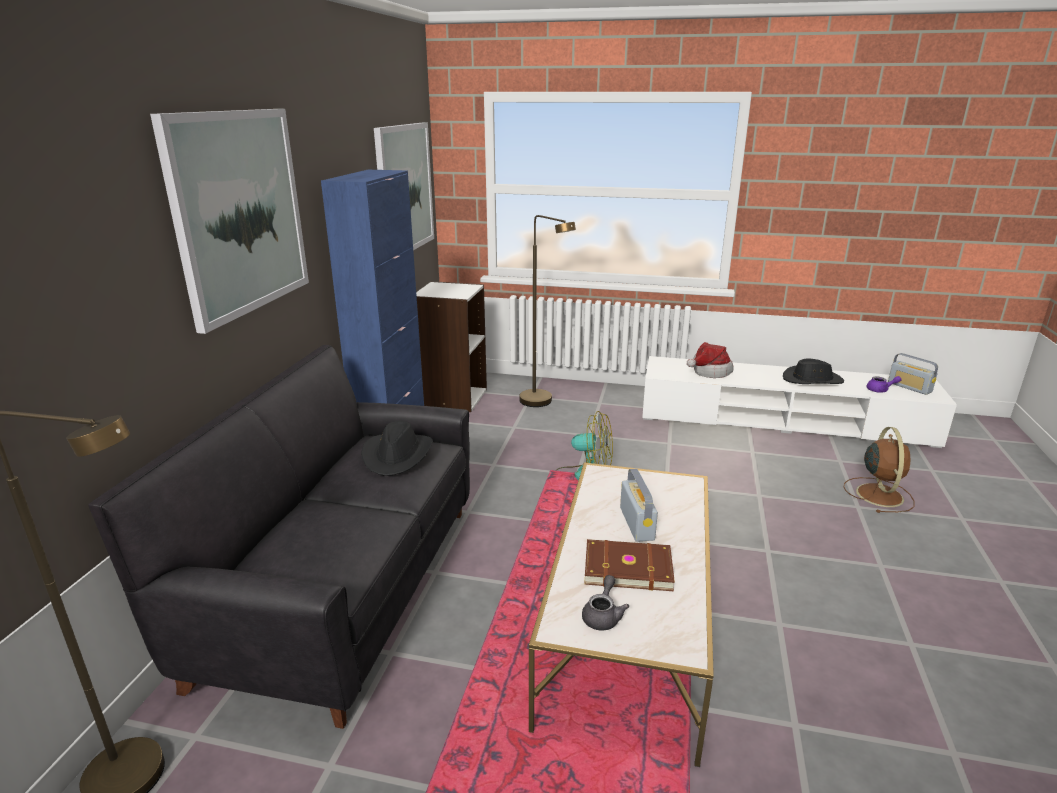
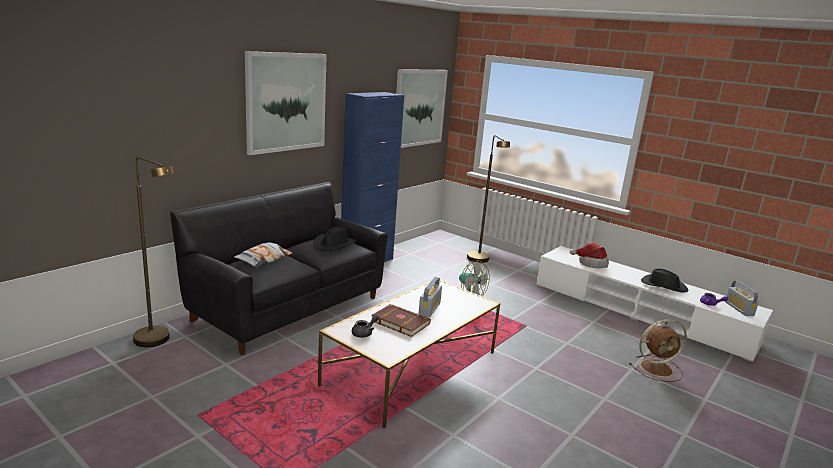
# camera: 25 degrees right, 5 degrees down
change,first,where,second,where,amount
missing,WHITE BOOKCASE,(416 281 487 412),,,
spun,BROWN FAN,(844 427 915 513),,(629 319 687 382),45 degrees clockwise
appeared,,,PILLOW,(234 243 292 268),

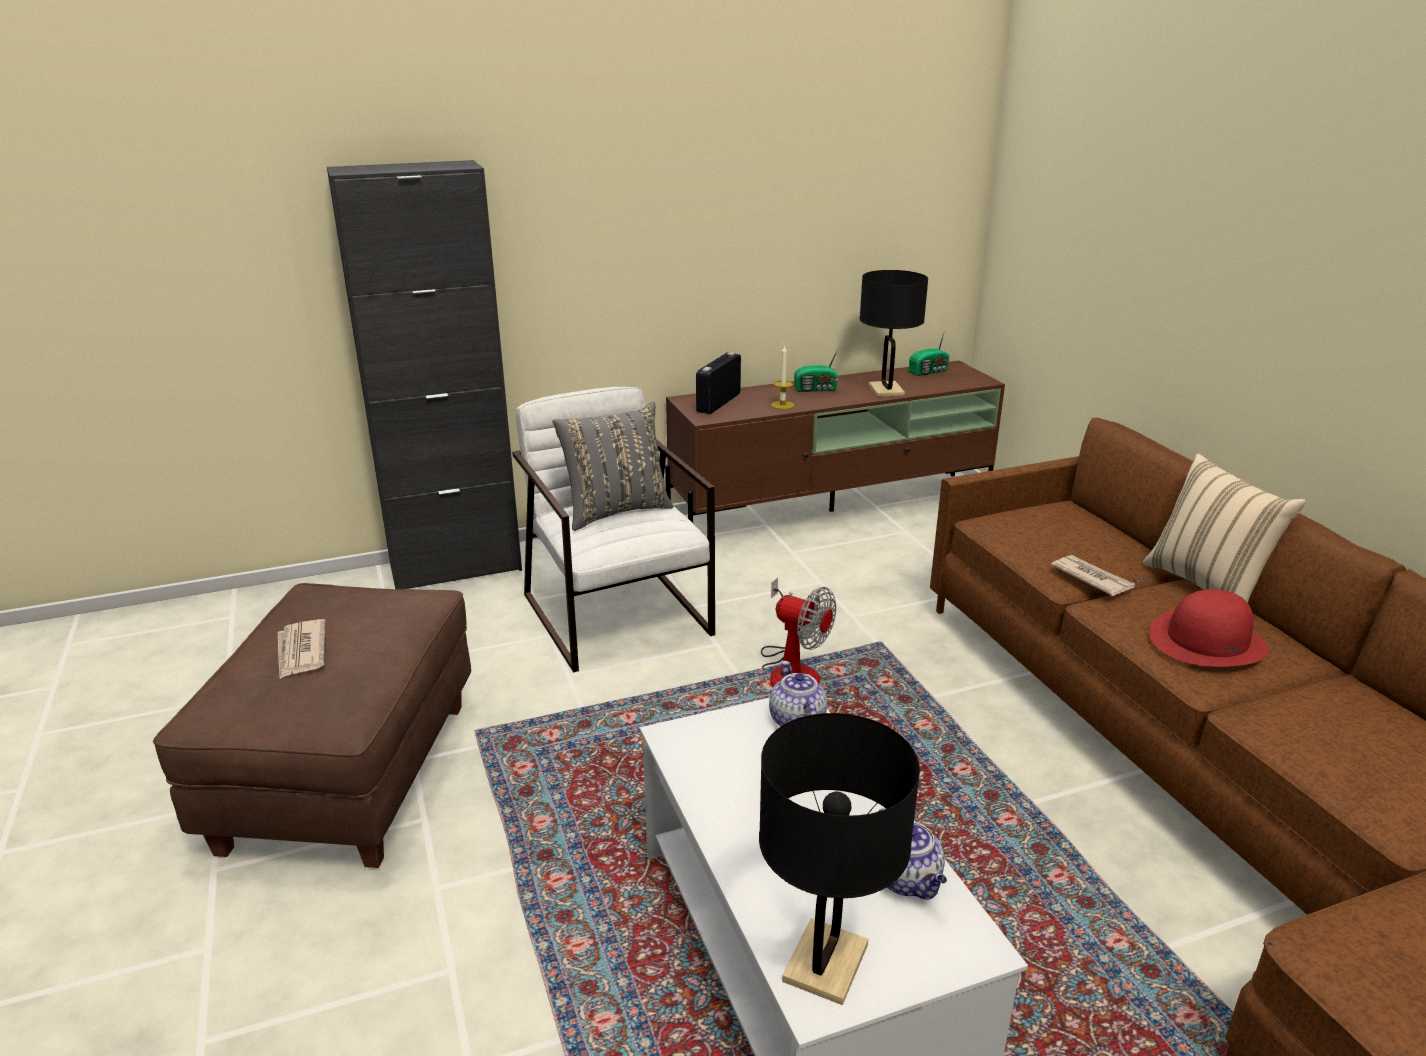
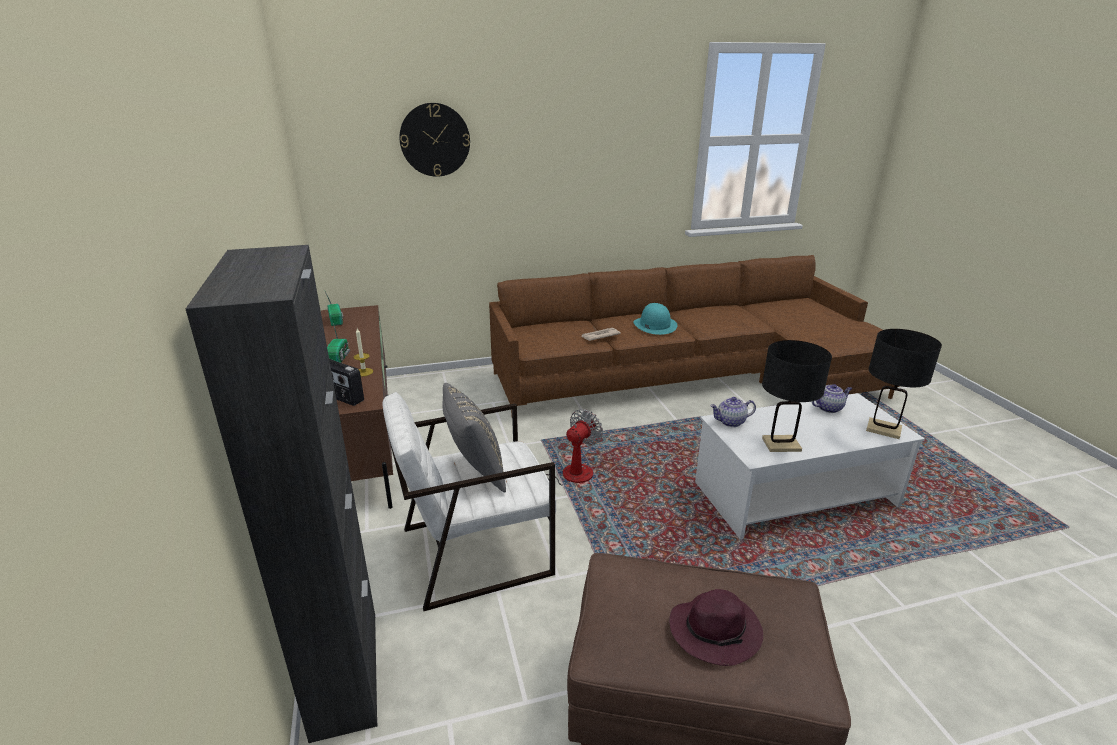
# camera: 85 degrees left, 0 degrees up
change,first,where,second,where,amount
relocated,BLACK TABLE LAMP,(859 270 928 397),,(762 340 832 452),
missing,BEIGE PILLOW,(1143 454 1306 602),,,
colour,RED HAT,(1149 589 1268 667),TURQUOISE HAT,(633 303 678 335),
exchanged,NEWSPAPER,(278 619 326 679),PURPLE HAT,(669 589 763 666),
appeared,,,WALL CLOCK,(400 103 470 177),

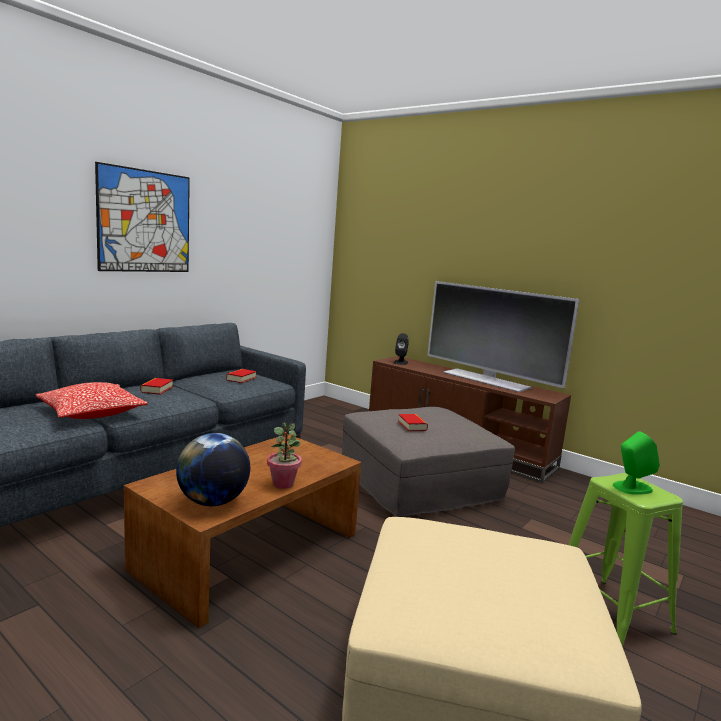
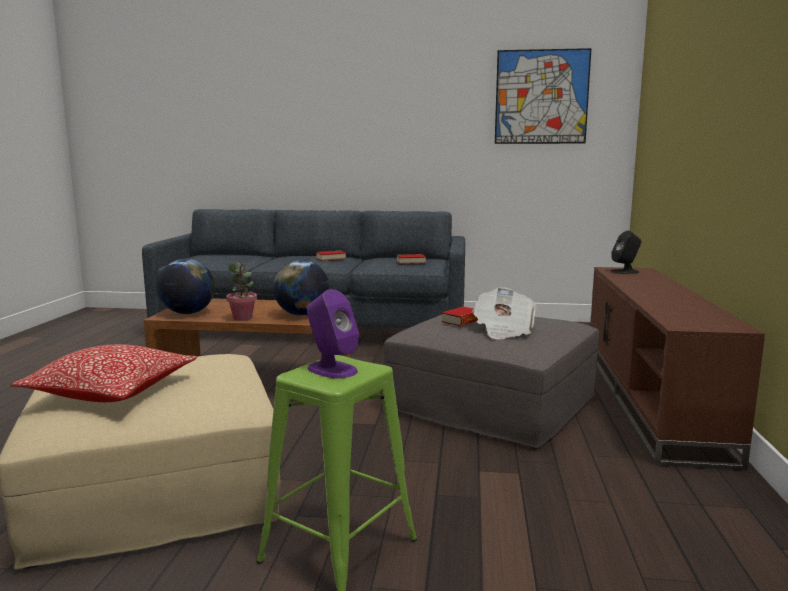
# camera: 60 degrees right, 0 degrees up
change,first,where,second,where,amount
relocated,PICTURE,(95 162 190 272),,(495 48 592 144),
missing,TELEVISION,(427 281 579 392),,,
relocated,PILLOW,(35 382 148 419),,(10 344 197 402),
colour,GREEN SPEAKER,(613 431 660 495),PURPLE SPEAKER,(307 289 359 378),
appeared,,,GLOBE,(273 260 330 316),
appeared,,,NEWSPAPER,(472 287 536 339),

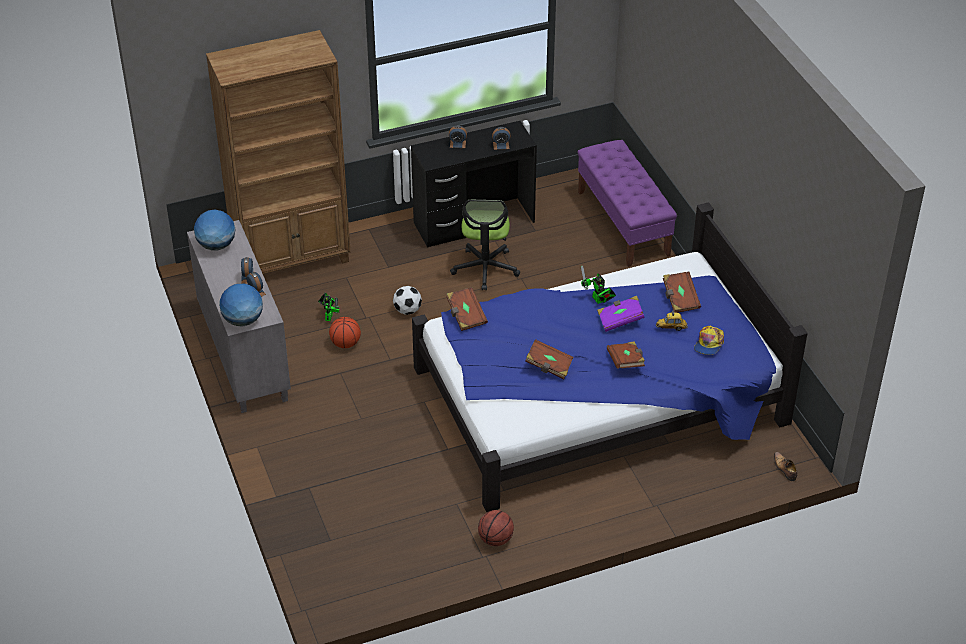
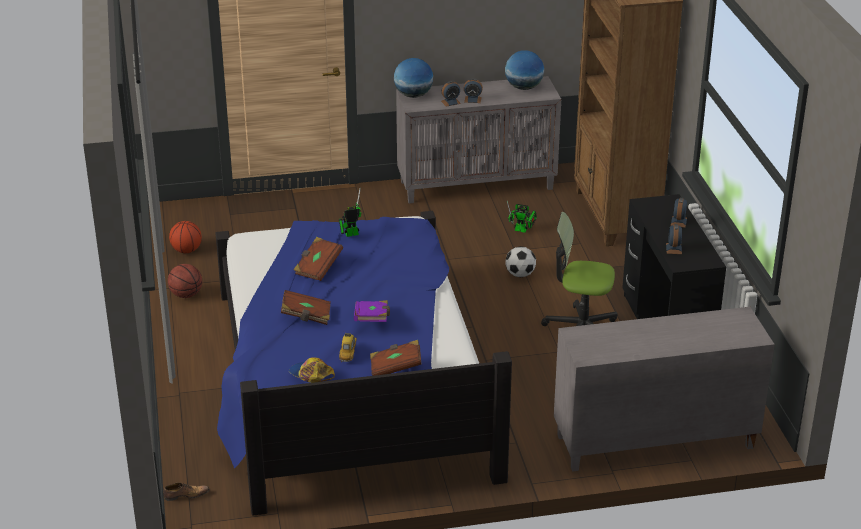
# camera: 100 degrees right, 10 degrees down
change,first,where,second,where,amount
exchanged,PURPLE BENCH,(577 140 677 267),GREY CABINET,(554 307 775 472),
relocated,TOY ROBOT,(581 266 616 304),,(339 188 361 237),
missing,BROWN BOOK,(447 287 488 331),,,
relocated,BASKETBALL,(329 317 361 348),,(169 221 202 253),

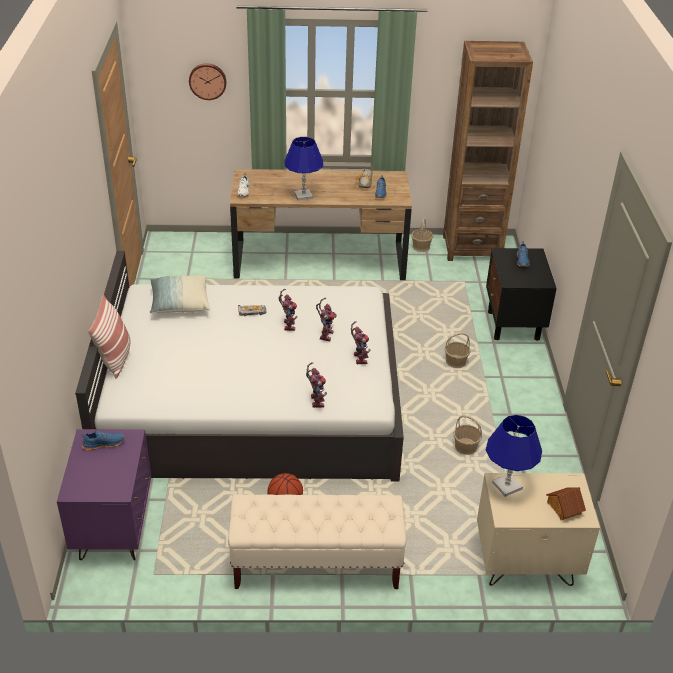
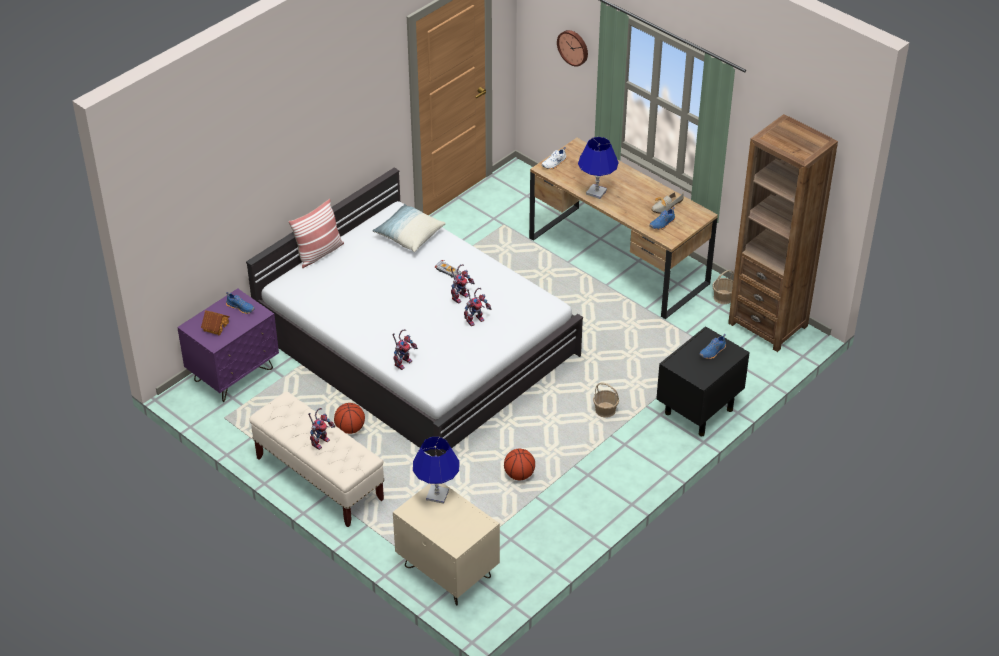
# camera: 45 degrees right, 5 degrees up
change,first,where,second,where,amount
relocated,TOY ROBOT,(351 321 371 364),,(308 408 335 450),
exchanged,BASKET,(453 415 482 455),BASKETBALL,(504 449 535 480),
relocated,TOY HOUSE,(546 487 586 520),,(201 310 230 335),

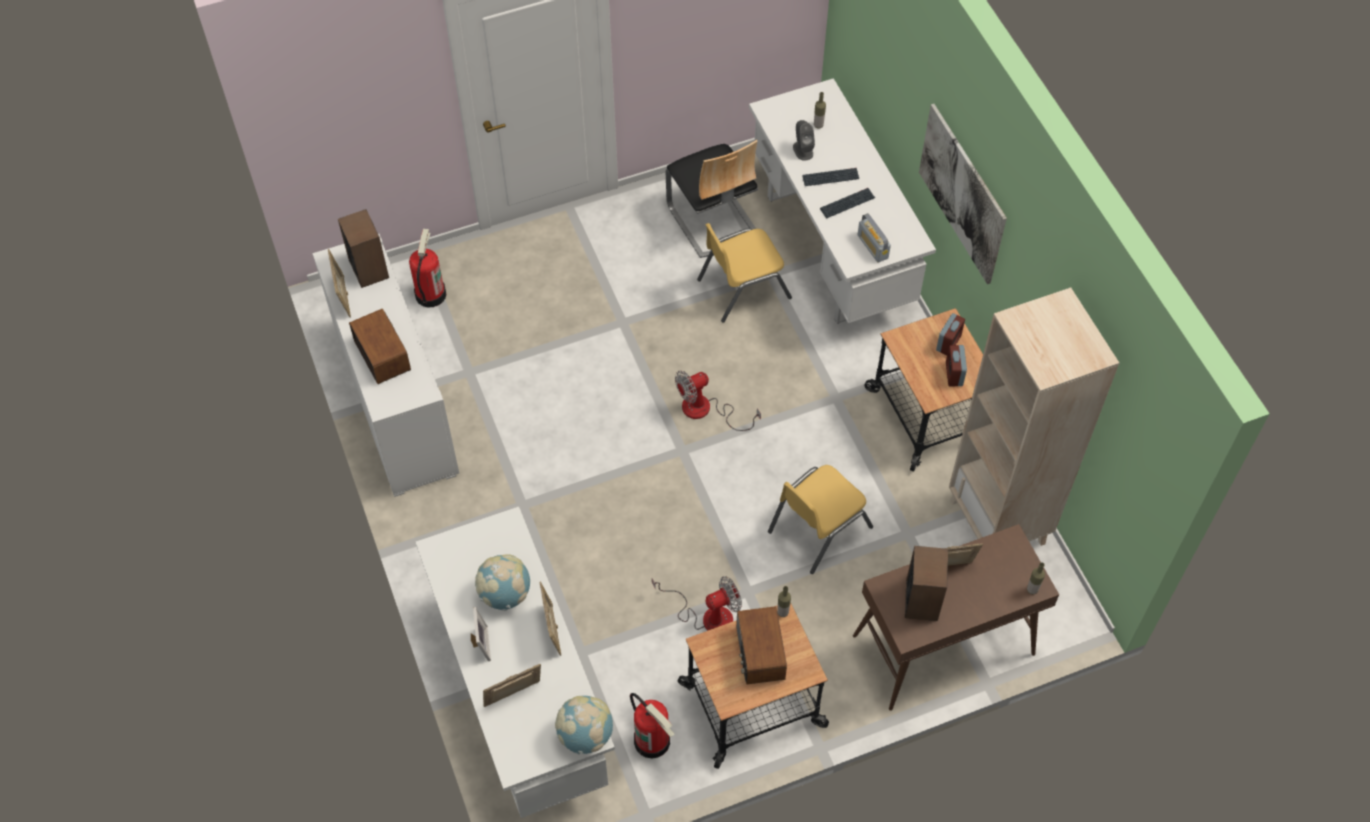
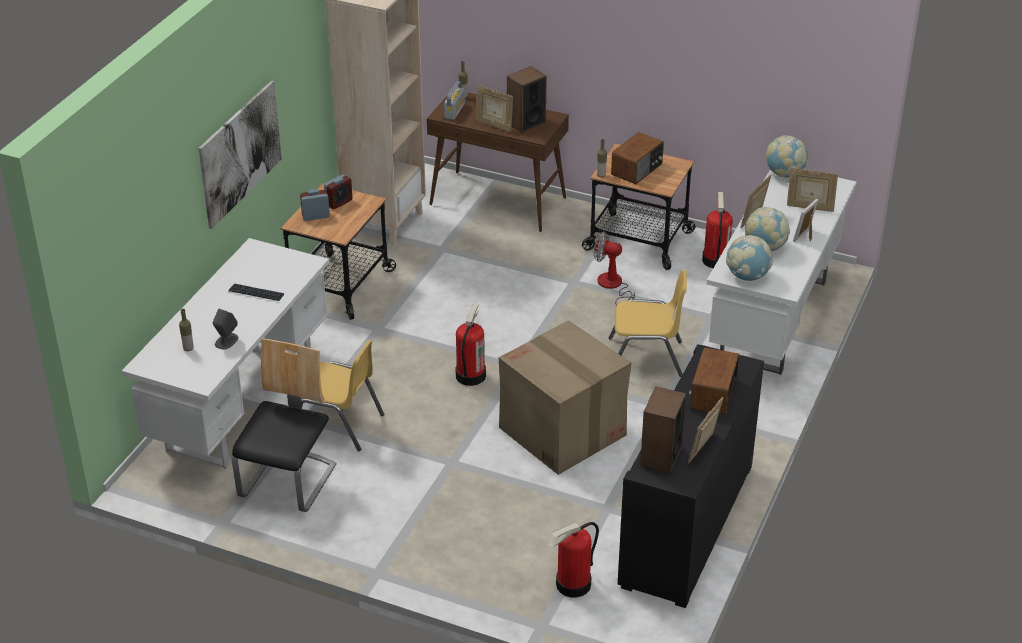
# camera: 135 degrees left, 20 degrees down
change,first,where,second,where,amount
missing,KEYBOARD,(802 168 859 186),,,
relocated,RADIO,(857 213 891 263),,(444 81 465 120),
colour,WHITE CABINET,(312 234 459 497),BLACK CABINET,(618 344 764 608),
exchanged,FAN,(675 371 761 431),FIRE EXTINGUISHER,(456 303 486 386),
relocated,YELLOW CHAIR,(768 465 873 574),,(608 269 687 377),
appeared,,,GLOBE,(726 235 773 281),
appeared,,,CARDBOARD BOX,(499 320 631 475),

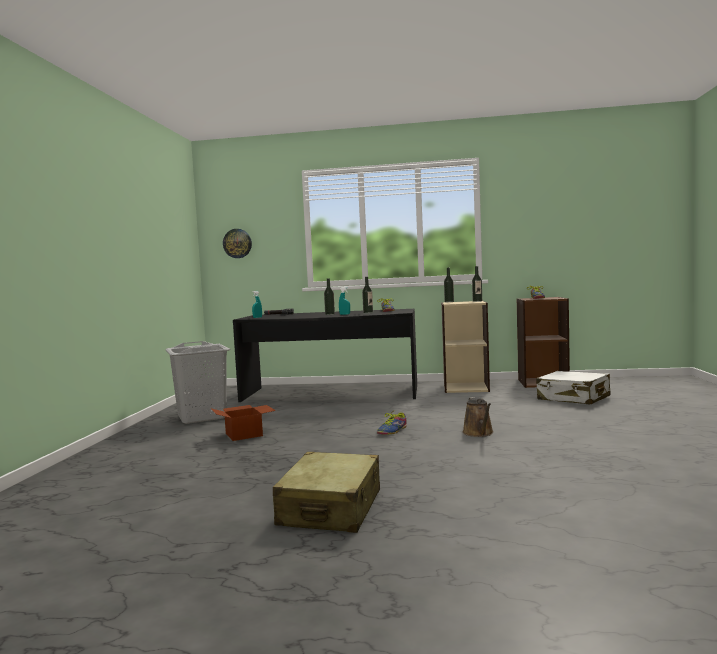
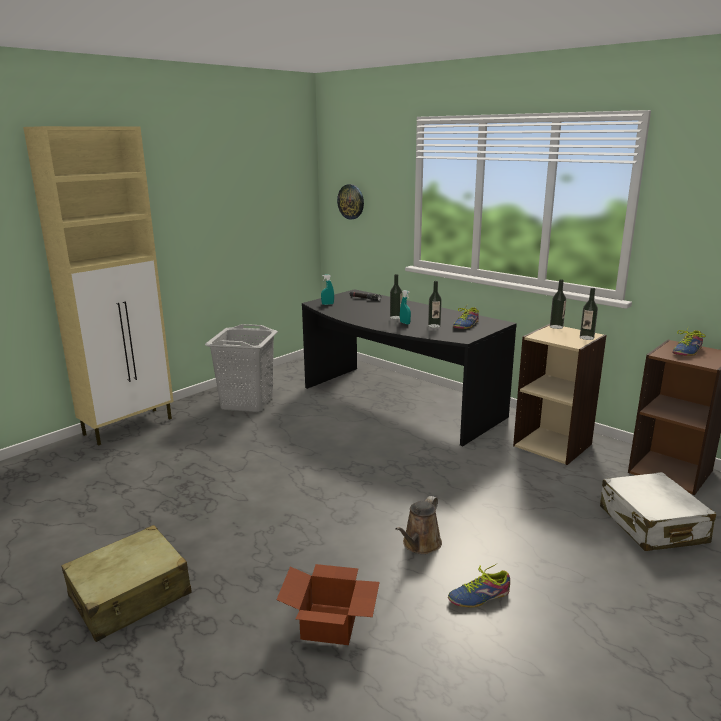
# camera: 35 degrees right, 15 degrees up
change,first,where,second,where,amount
relocated,CARDBOARD BOX,(210 405 276 441),,(276 564 380 645),
relocated,SHOE,(377 411 407 435),,(448 563 510 607),
appeared,,,BEIGE CABINET,(23 126 174 446),

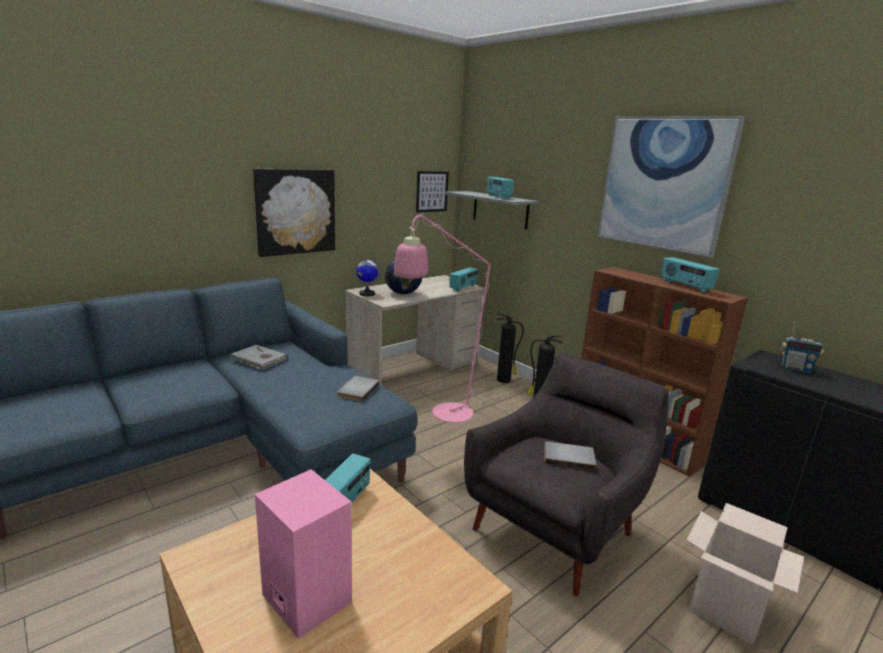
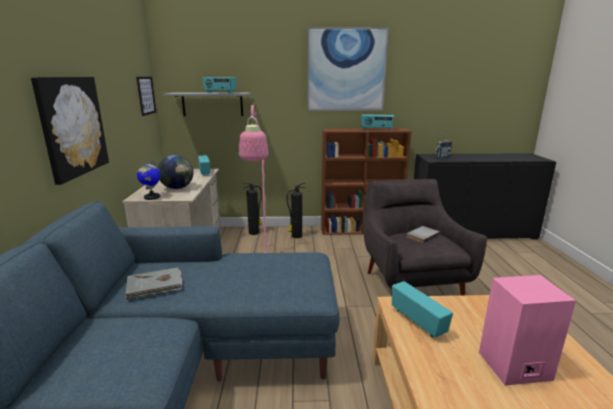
# camera: 50 degrees left, 0 degrees up
change,first,where,second,where,amount
missing,GREY BOOK,(337 376 380 402),,,
missing,CARDBOARD BOX,(687 503 804 644),,,

